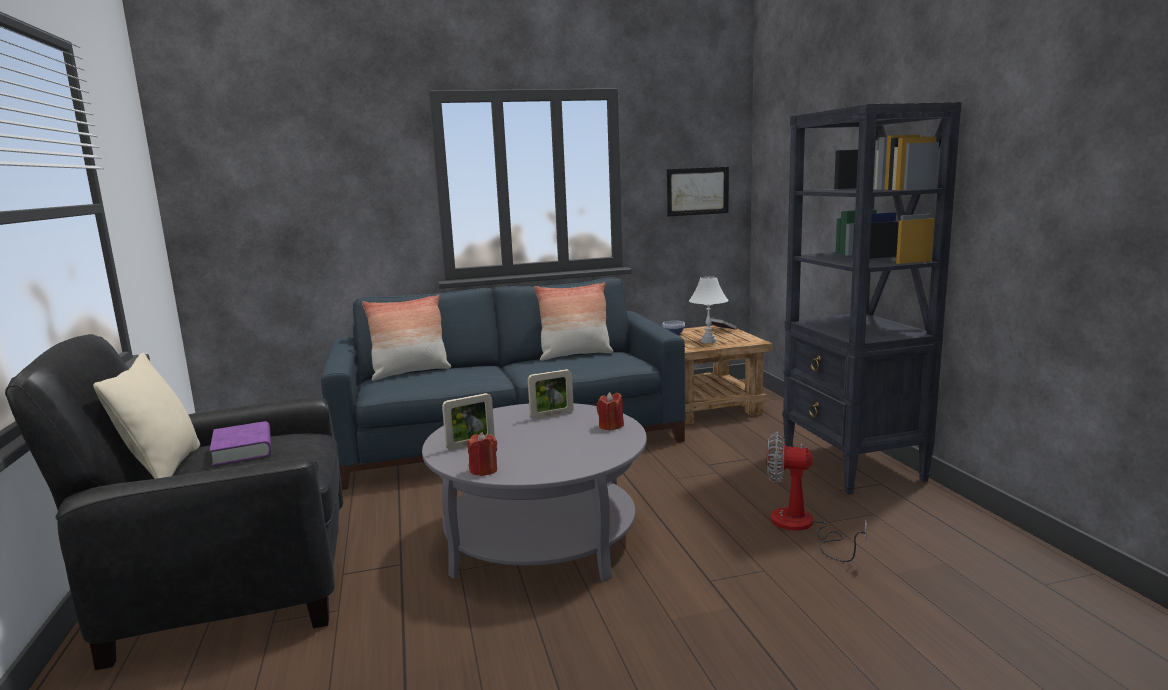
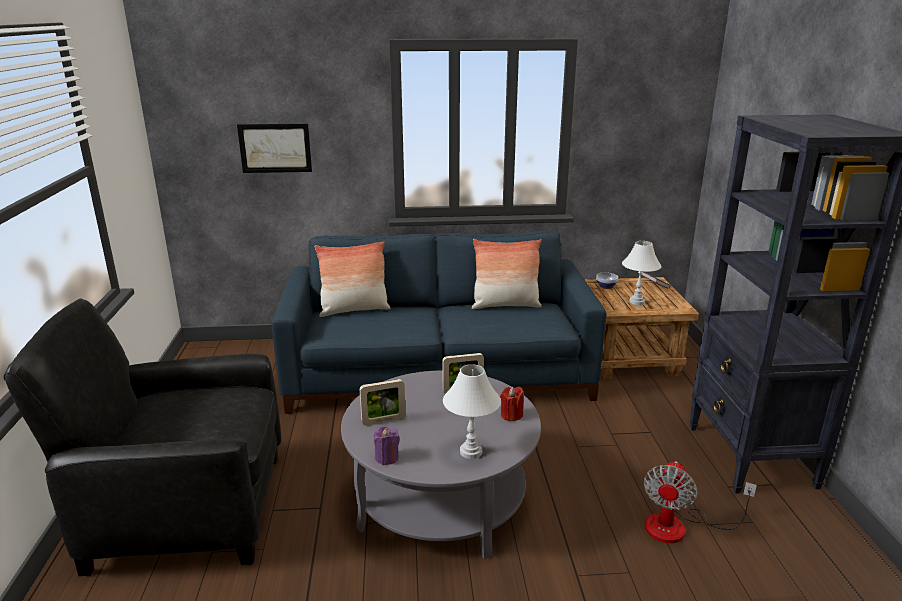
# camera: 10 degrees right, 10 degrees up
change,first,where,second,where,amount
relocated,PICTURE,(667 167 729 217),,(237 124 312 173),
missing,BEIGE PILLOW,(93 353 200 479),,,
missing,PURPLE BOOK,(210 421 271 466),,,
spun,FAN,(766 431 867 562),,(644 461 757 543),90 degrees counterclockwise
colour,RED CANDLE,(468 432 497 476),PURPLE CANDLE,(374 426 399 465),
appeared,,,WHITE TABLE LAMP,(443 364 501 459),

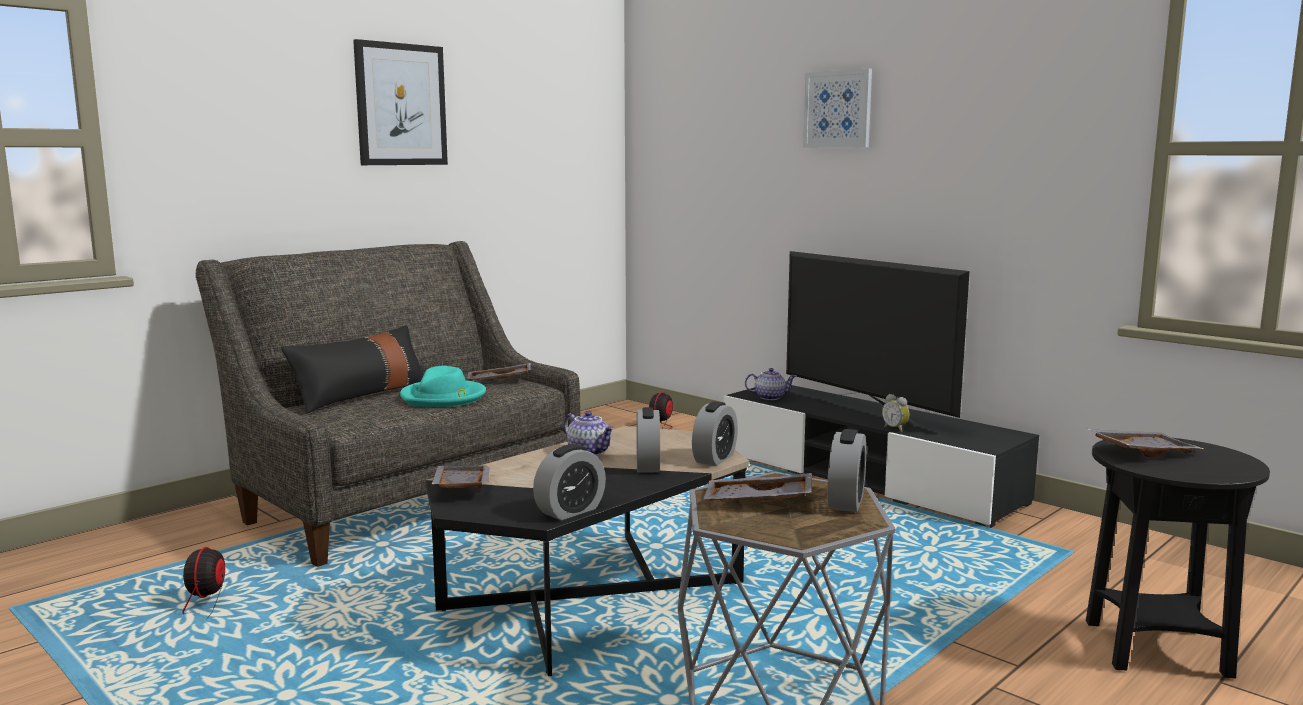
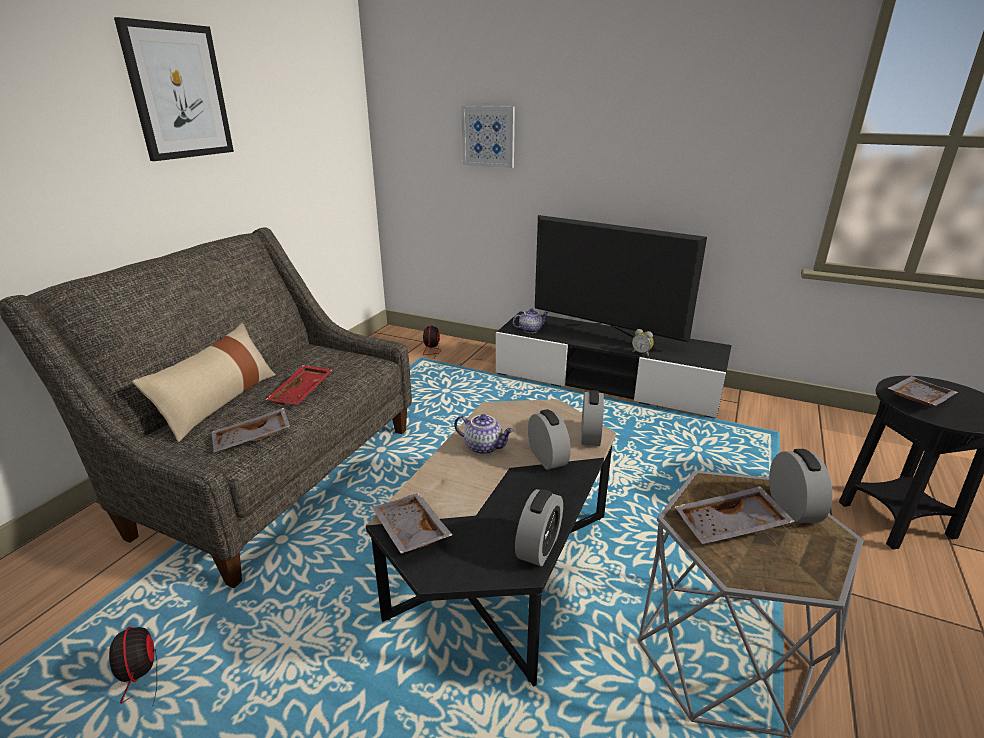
# camera: 20 degrees left, 15 degrees up
change,first,where,second,where,amount
relocated,PICTURE,(803 68 872 148),,(461 106 515 168),
colour,BLACK PILLOW,(281 325 424 414),BEIGE PILLOW,(132 323 276 442),
relocated,GREY TRAY,(467 363 531 381),,(212 408 290 453),
exchanged,TURQUOISE HAT,(400 366 486 407),RED TRAY,(266 365 332 405),

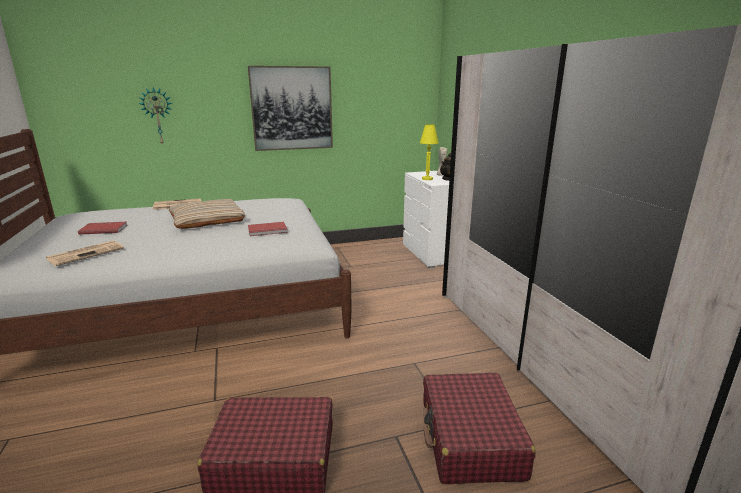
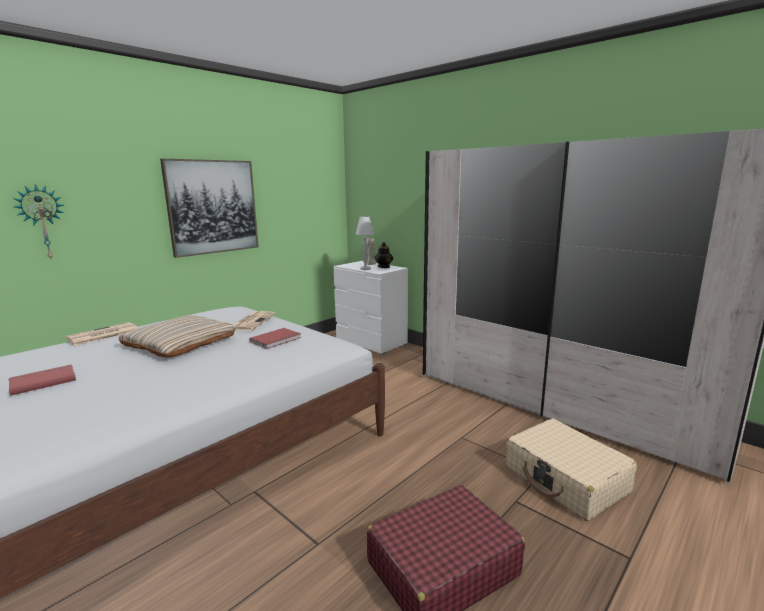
# camera: 30 degrees left, 5 degrees down
change,first,where,second,where,amount
colour,YELLOW TABLE LAMP,(420 124 439 180),WHITE TABLE LAMP,(356 216 374 270),
relocated,NEWSPAPER,(46 241 124 266),,(233 311 275 331),
colour,RED SUITCASE,(423 373 536 484),BEIGE SUITCASE,(506 418 637 521),

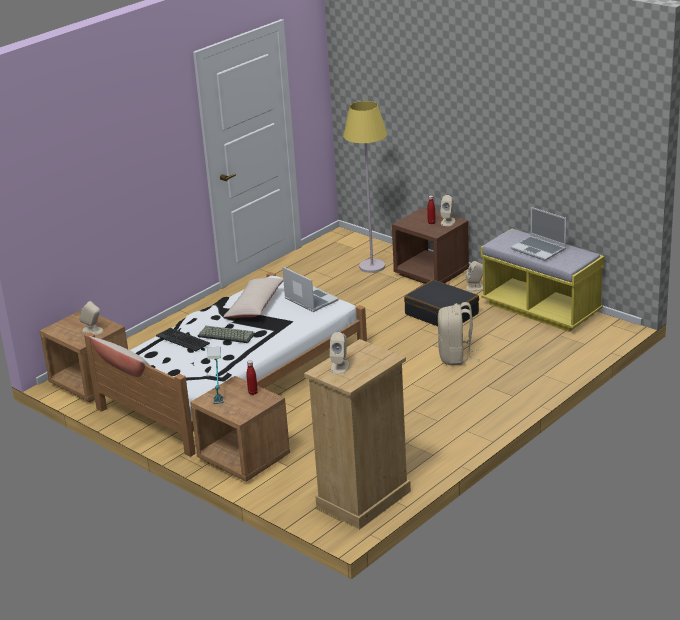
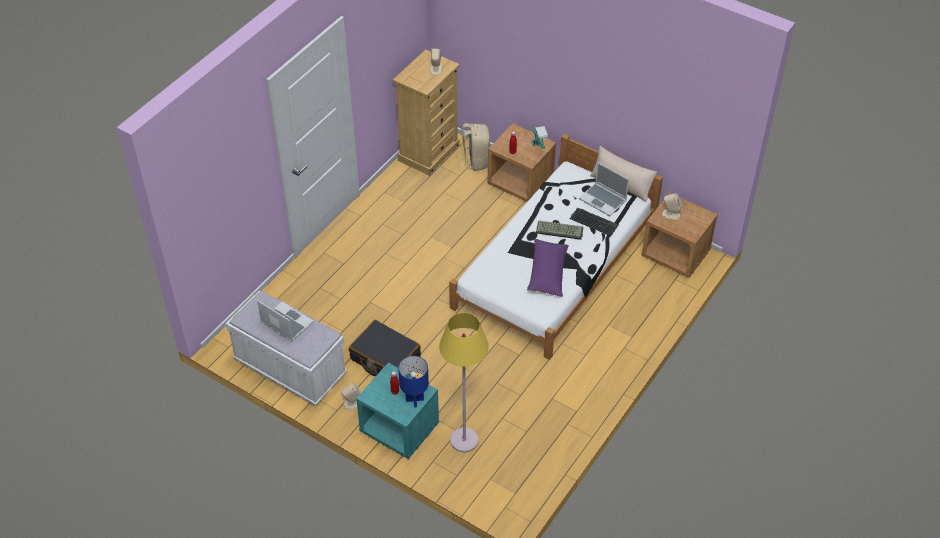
# camera: 170 degrees right, 20 degrees up
change,first,where,second,where,amount
missing,BEIGE SPEAKER,(440 195 456 226),,,
colour,BROWN NIGHTSTAND,(392 207 469 284),TURQUOISE NIGHTSTAND,(356 363 439 459),
colour,YELLOW BENCH,(481 229 605 332),WHITE BENCH,(225 291 347 405),
relocated,LAPTOP,(282 267 339 312),,(579 162 629 216),
colour,BEIGE PILLOW,(223 278 283 318),PURPLE PILLOW,(527 238 569 297),
relocated,BEIGE BACKPACK,(438 302 480 365),,(457 123 490 171),
appeared,,,BLUE TABLE LAMP,(398 356 429 408),

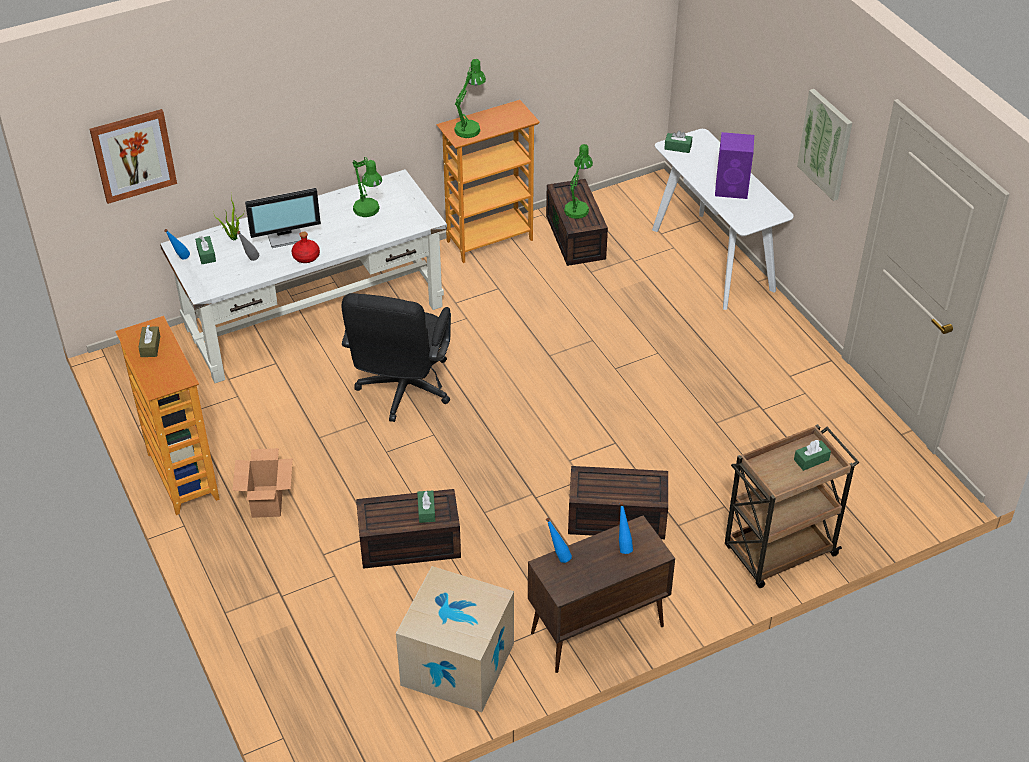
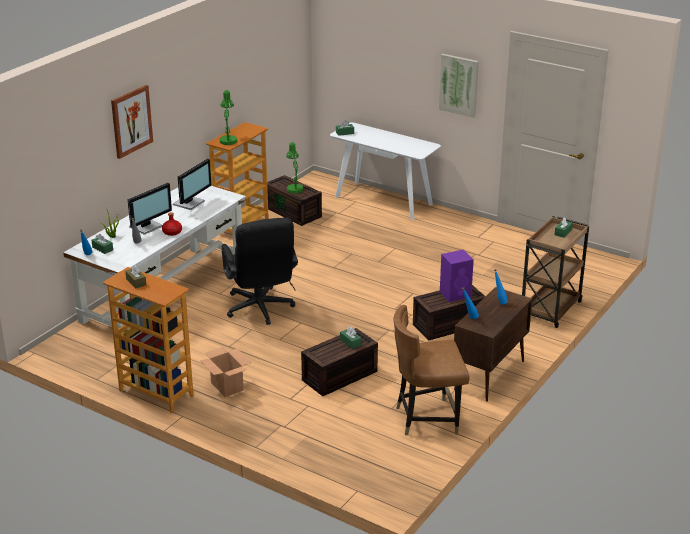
# camera: 30 degrees left, 15 degrees down
change,first,where,second,where,amount
relocated,PICTURE,(90 109 177 204),,(111 85 153 159),
relocated,PURPLE SPEAKER,(715 132 754 199),,(440 249 474 302),
exchanged,GREEN TABLE LAMP,(352 157 382 217),MONITOR,(173 159 211 210),
exchanged,CARDBOARD BOX,(396 566 514 712),BROWN CHAIR,(394 305 470 435),

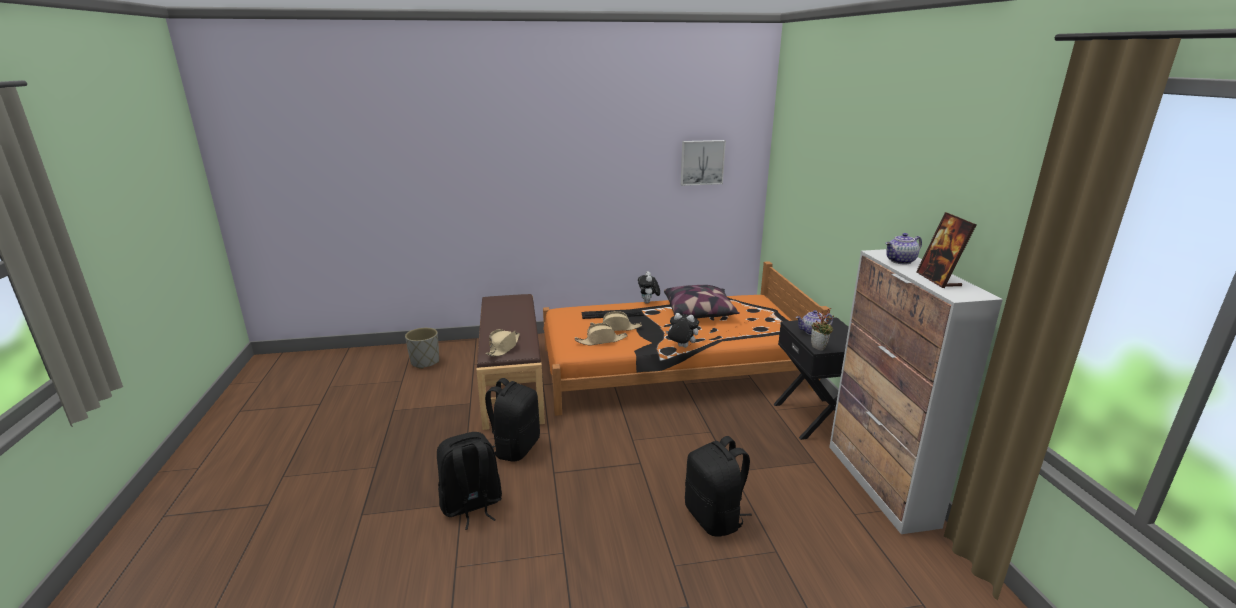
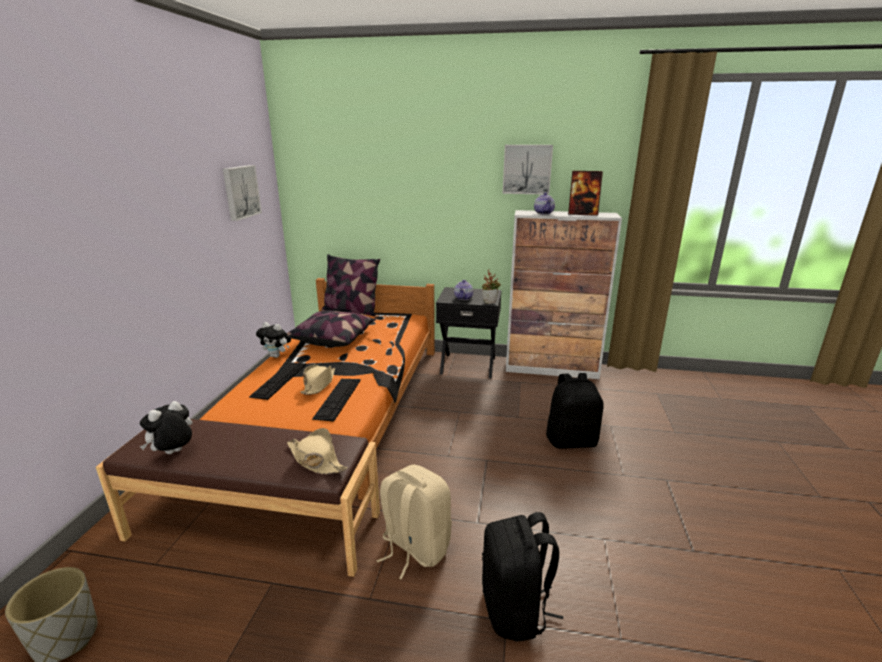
# camera: 70 degrees left, 0 degrees up
change,first,where,second,where,amount
relocated,PLUSH TOY,(666 313 699 348),,(140 401 193 454),
exchanged,BEIGE HAT,(575 323 627 345),KEYBOARD,(312 379 361 422),
colour,BLACK BACKPACK,(485 378 540 462),BEIGE BACKPACK,(377 465 452 580),
appeared,,,PICTURE,(503 145 553 195),
appeared,,,PILLOW,(321 254 380 316),

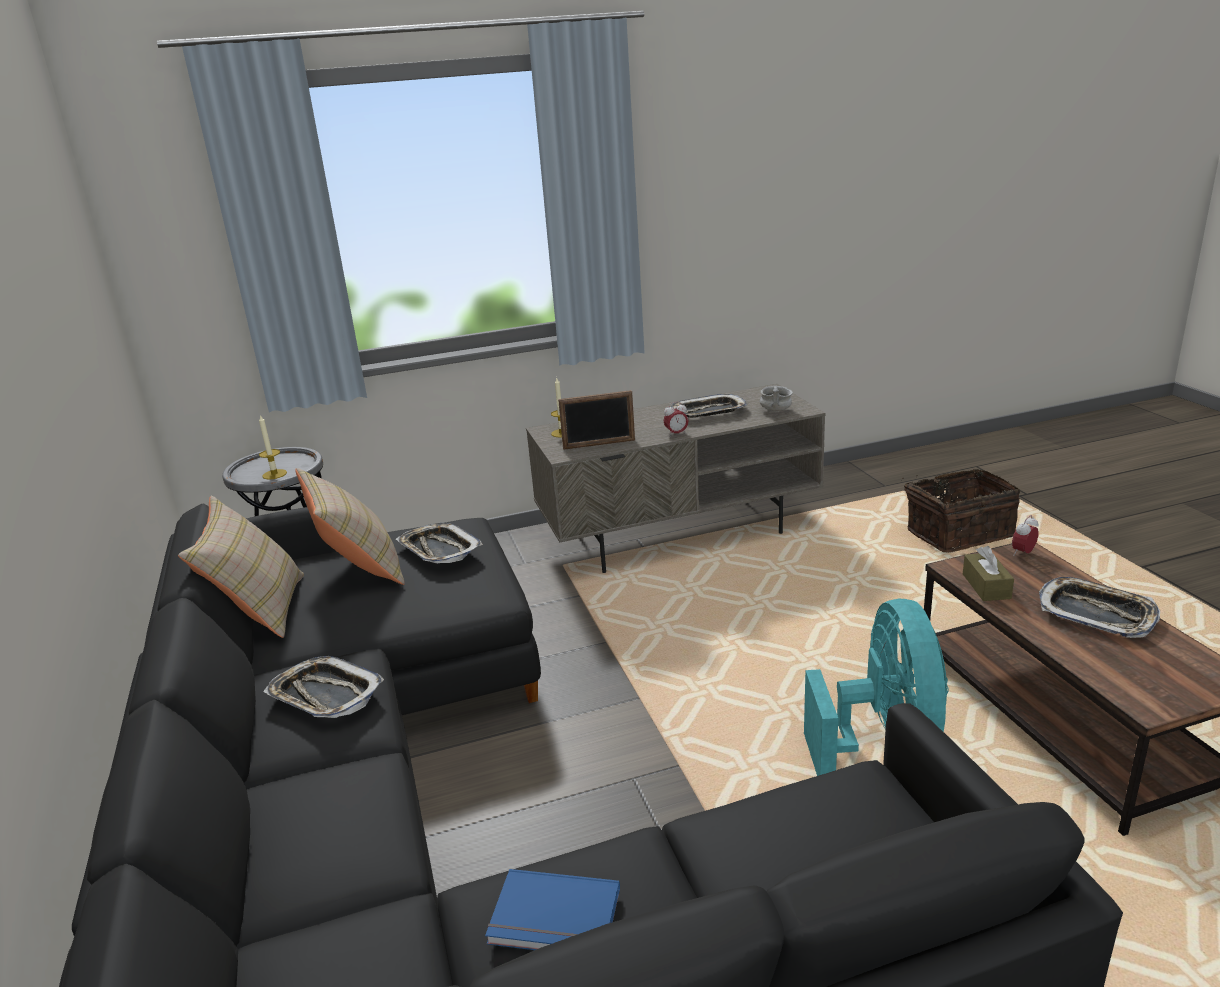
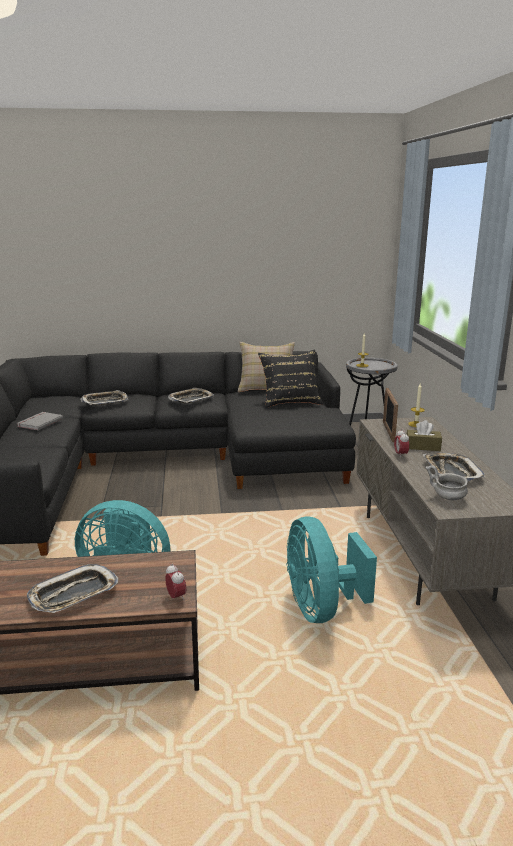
# camera: 100 degrees right, 5 degrees down
change,first,where,second,where,amount
colour,BEIGE PILLOW,(295 468 405 585),BLACK PILLOW,(258 350 323 408),
missing,BASKET,(902 469 1020 553),,,
relocated,TRAY,(396 523 483 564),,(80 390 128 406),
relocated,BROWN TISSUE BOX,(963 546 1014 601),,(407 420 442 451),
colour,BLUE BOOK,(485 869 620 950),GREY BOOK,(17 412 63 430),
appeared,,,TURQUOISE FAN,(286 516 377 623),

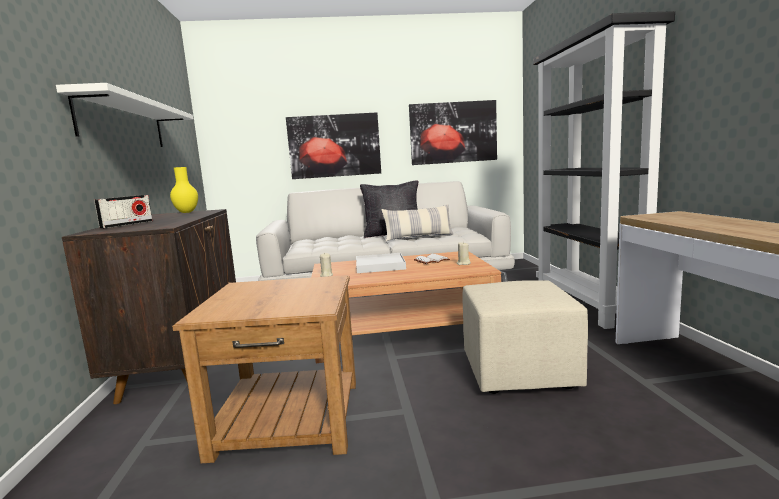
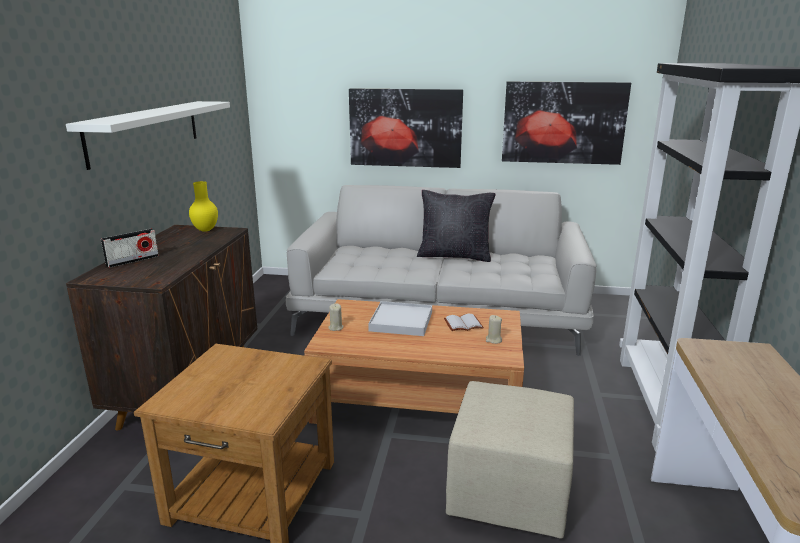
# camera: 15 degrees right, 10 degrees up
change,first,where,second,where,amount
missing,PILLOW,(382 204 453 241),,,

